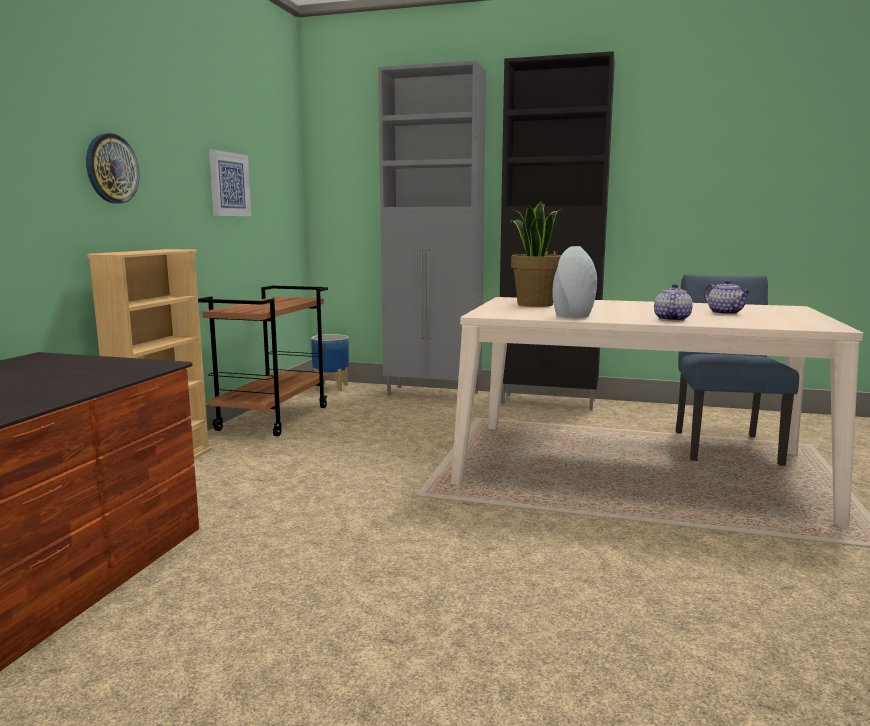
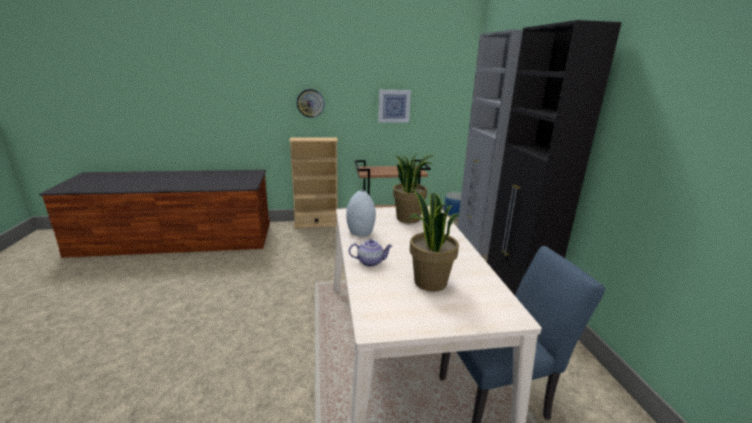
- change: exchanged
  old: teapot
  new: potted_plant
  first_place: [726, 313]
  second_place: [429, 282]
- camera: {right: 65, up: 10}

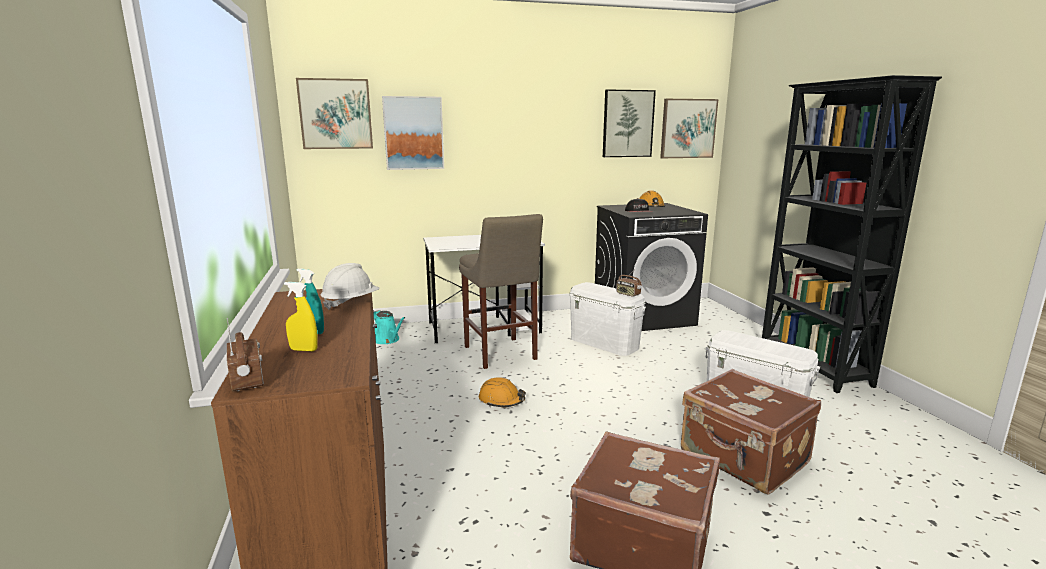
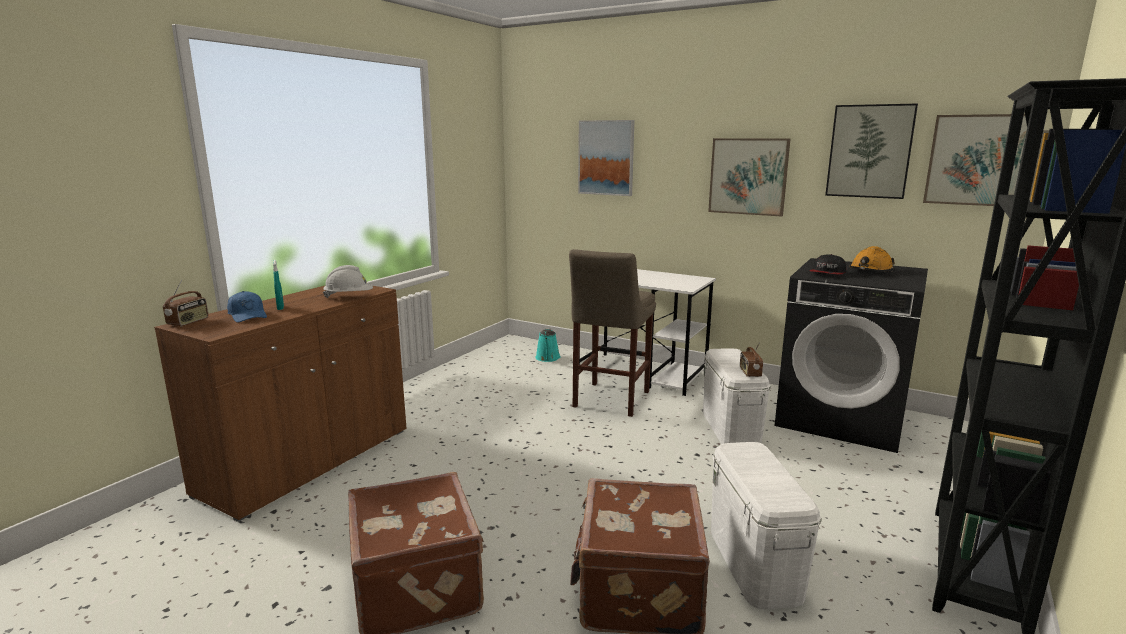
- change: missing
  old: orange_hard_hat
  first_place: [501, 400]
- change: relocated
  old: picture
  first_place: [335, 114]
  second_place: [748, 176]
- change: exchanged
  old: yellow_spray_bottle
  new: blue_cap
  first_place: [304, 350]
  second_place: [248, 315]
- camera: {right: 45, up: 0}

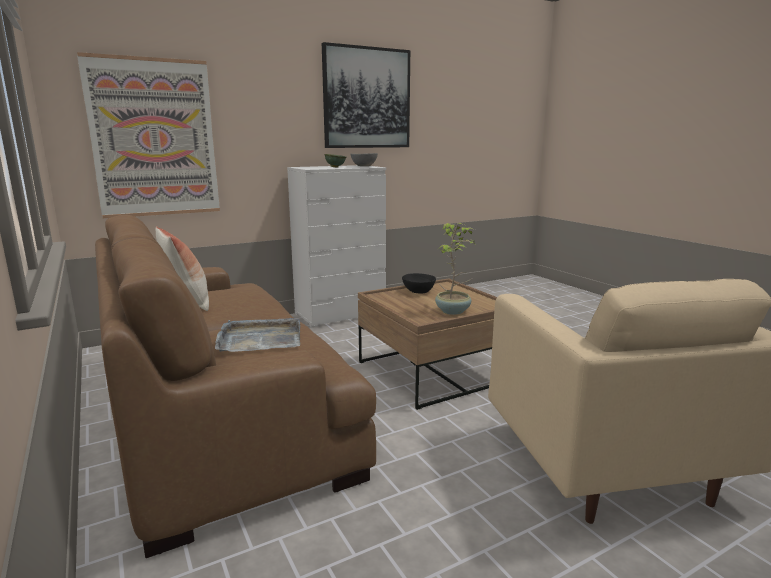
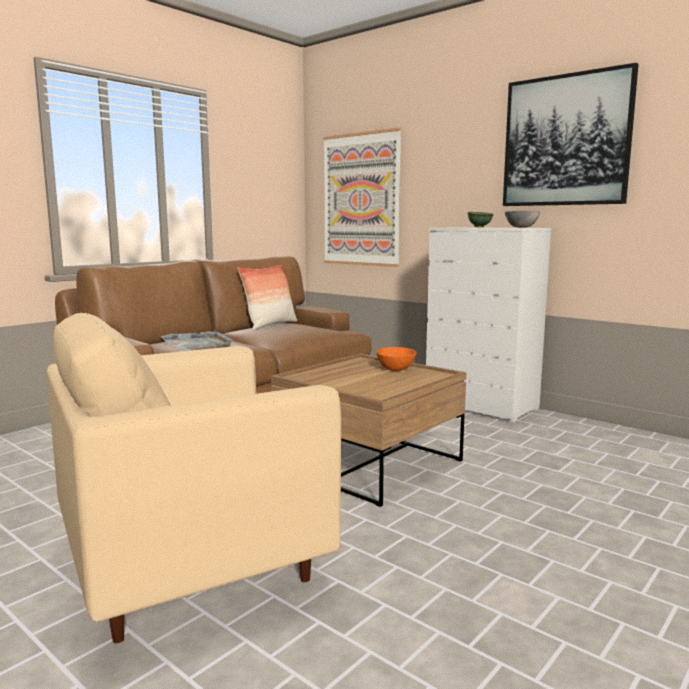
- change: missing
  old: potted_plant
  first_place: [453, 311]
- change: colour
  old: black_bowl
  new: orange_bowl
  first_place: [418, 292]
  second_place: [396, 369]
- camera: {right: 70, up: -5}

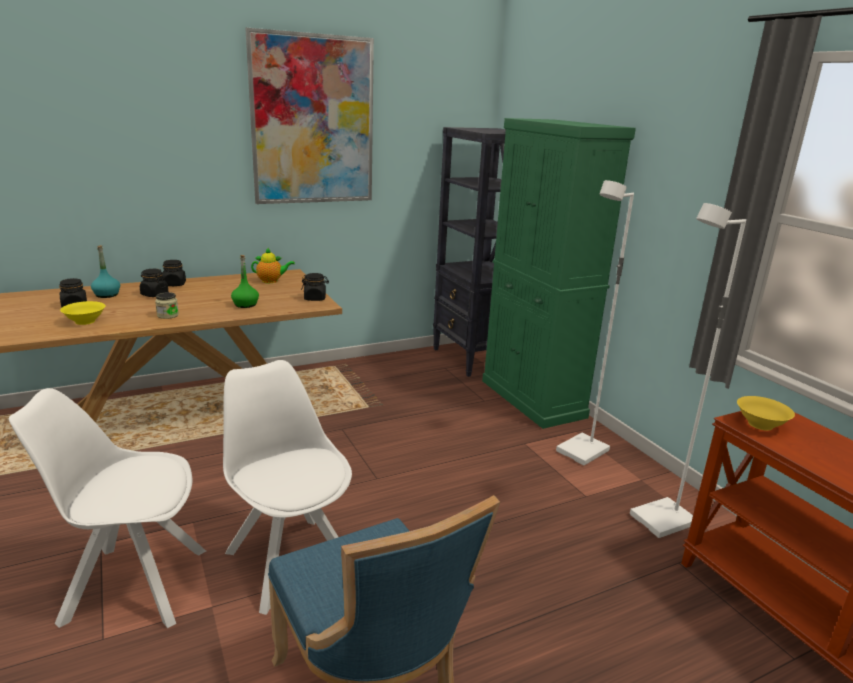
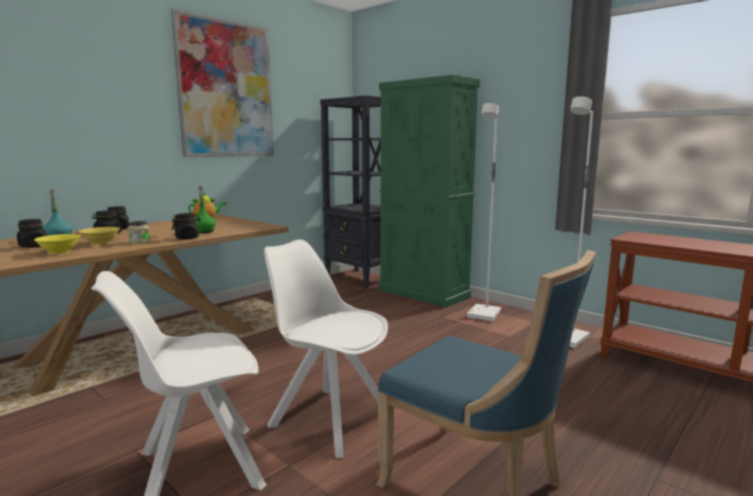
- change: relocated
  old: black_jar
  first_place: [315, 298]
  second_place: [187, 238]
- change: relocated
  old: yellow_bowl
  first_place: [759, 424]
  second_place: [100, 243]
- camera: {right: -20, up: -10}

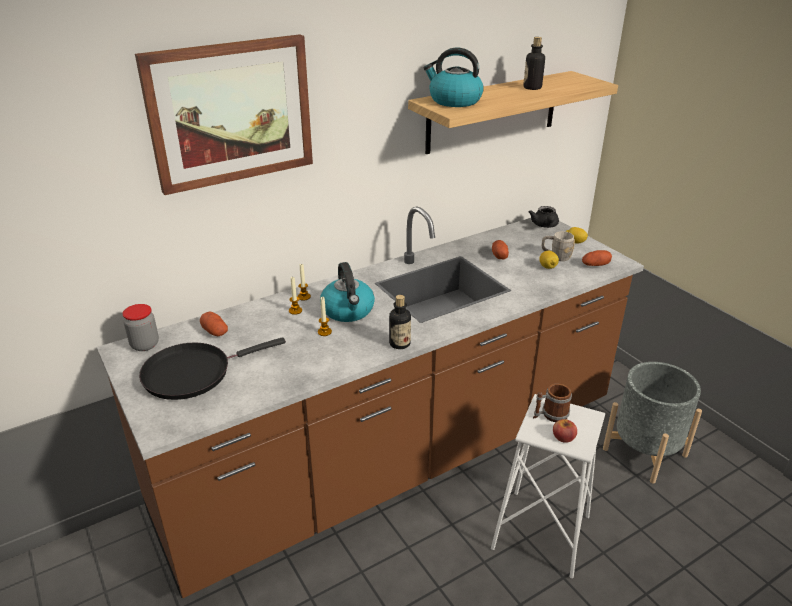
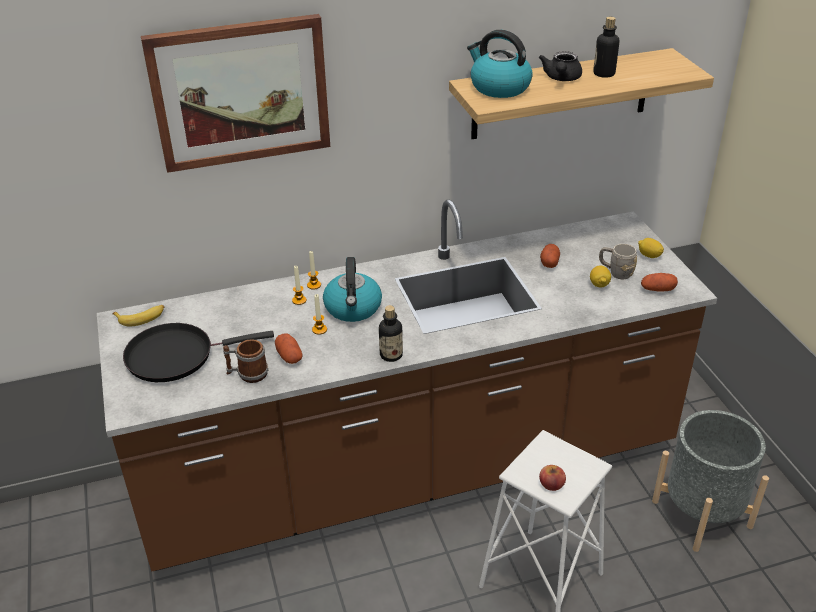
- change: relocated
  old: potato
  first_place: [215, 331]
  second_place: [289, 356]
- change: relocated
  old: black_teapot
  first_place: [545, 225]
  second_place: [561, 79]
- change: relocated
  old: mug
  first_place: [550, 415]
  second_place: [247, 374]
- change: exchanged
  old: jar
  new: banana
  first_place: [145, 345]
  second_place: [141, 317]
- camera: {right: 15, up: 5}

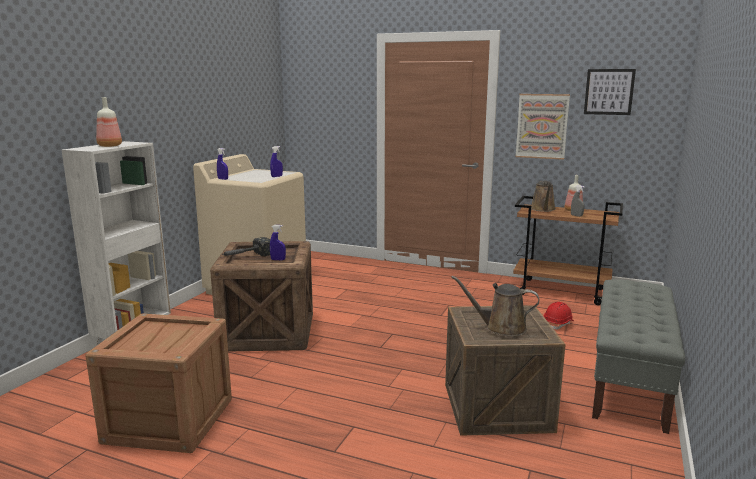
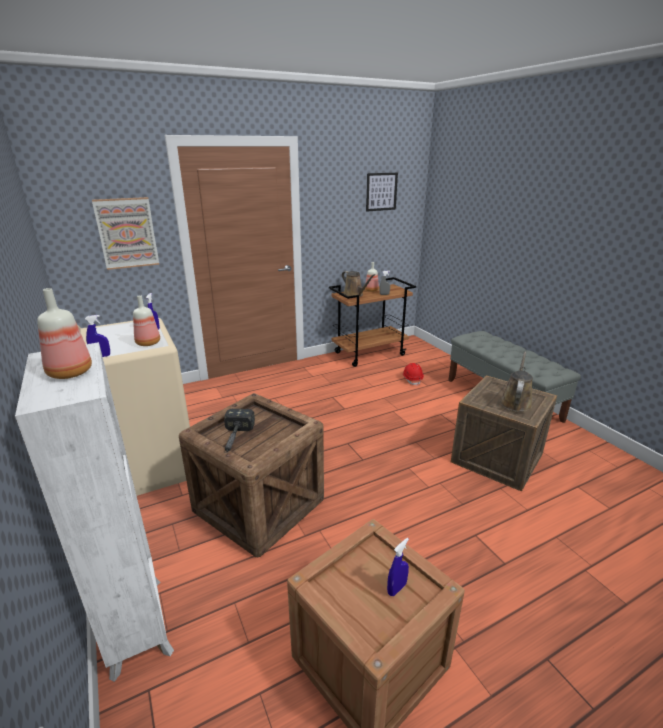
- change: appeared
  new: bottle
  second_place: [147, 343]
- change: relocated
  old: blue_spray_bottle
  first_place: [278, 259]
  second_place: [396, 588]
- change: relocated
  old: picture
  first_place: [542, 126]
  second_place: [127, 233]
- change: spun
  old: brown_watering_can
  first_place: [501, 328]
  second_place: [515, 402]
  degrees: 150
- camera: {right: -50, up: 10}

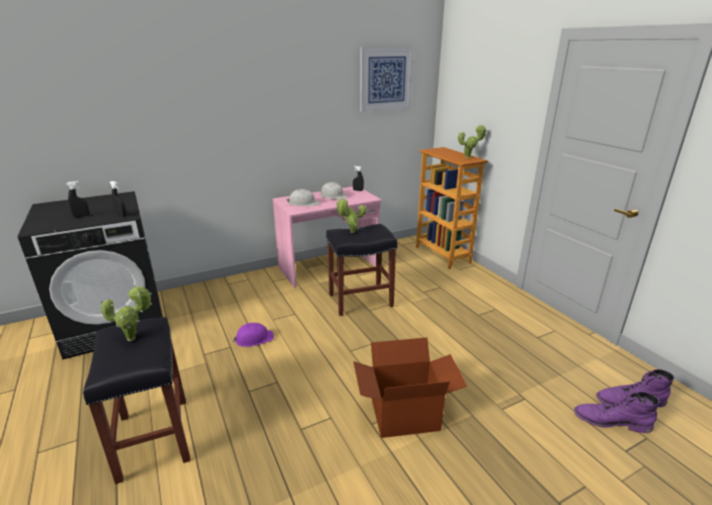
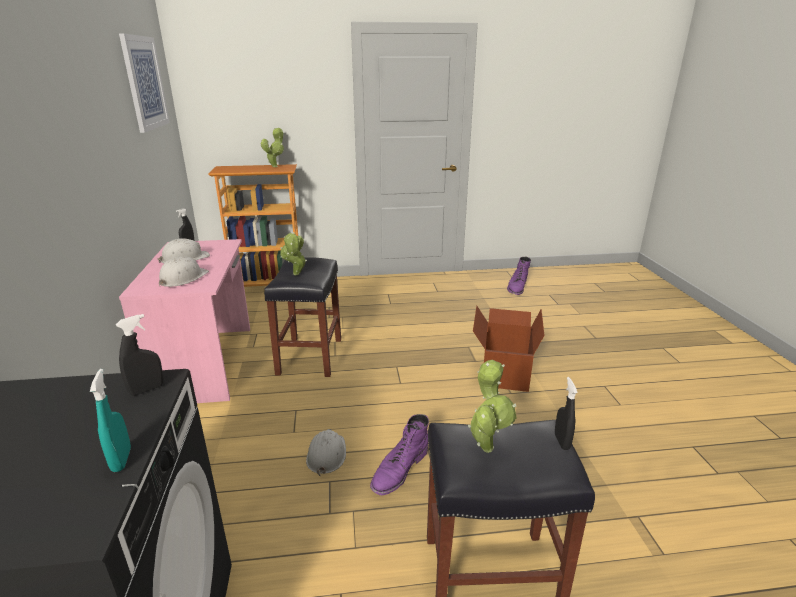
- change: appeared
  new: turquoise_spray_bottle
  second_place: [121, 460]
- change: relocated
  old: black_spray_bottle
  first_place: [81, 216]
  second_place: [561, 441]
- change: relocated
  old: purple_boot
  first_place: [611, 421]
  second_place: [399, 469]
- change: colour
  old: purple_hard_hat
  new: white_hard_hat
  first_place: [254, 338]
  second_place: [326, 455]
- camera: {right: -70, up: 0}

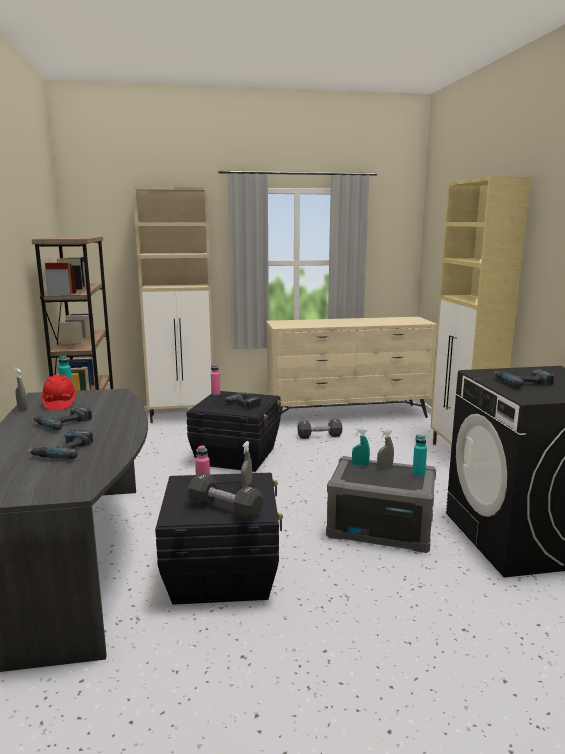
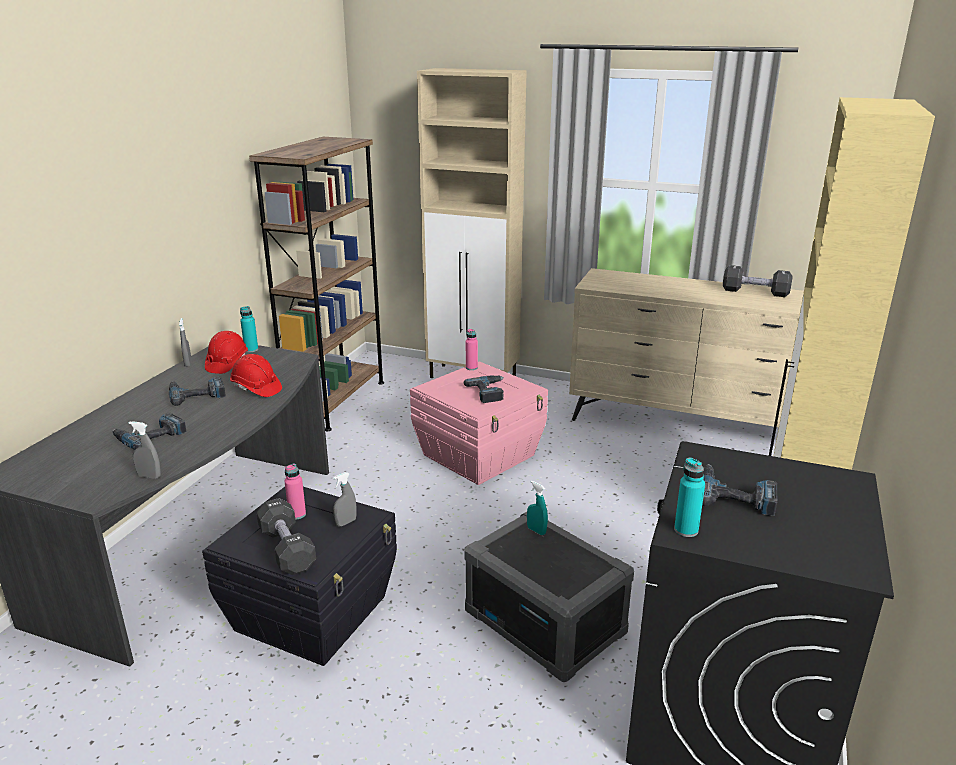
- change: appeared
  new: red_hard_hat
  second_place: [256, 388]
- change: relocated
  old: black_dumbbell
  first_place: [319, 436]
  second_place: [755, 292]
- change: relocated
  old: grey_spray_bottle
  first_place: [385, 466]
  second_place: [149, 476]
- change: relocated
  old: turquoise_bottle
  first_place: [418, 474]
  second_place: [686, 530]
- change: colour
  old: black_storage_box
  new: pink_storage_box
  first_place: [237, 456]
  second_place: [480, 455]
- camera: {right: 30, up: 10}

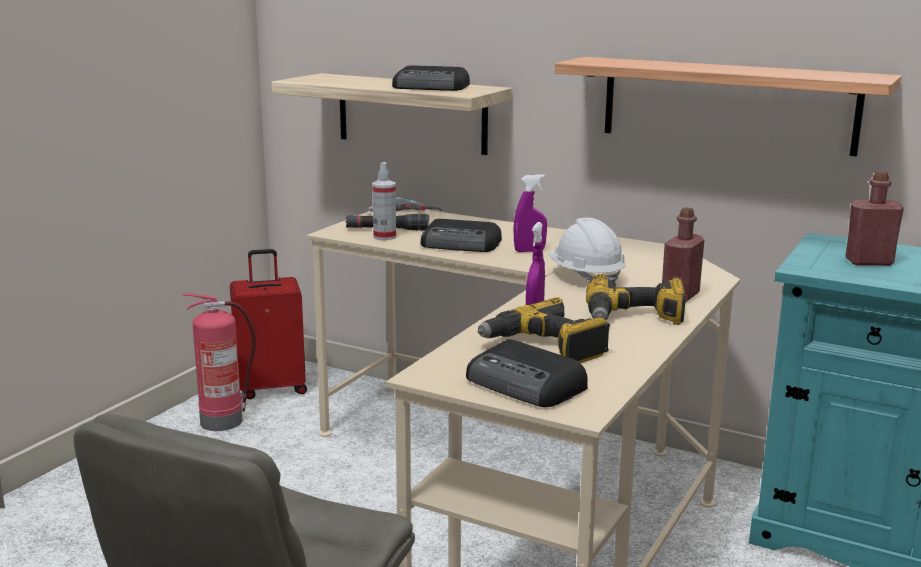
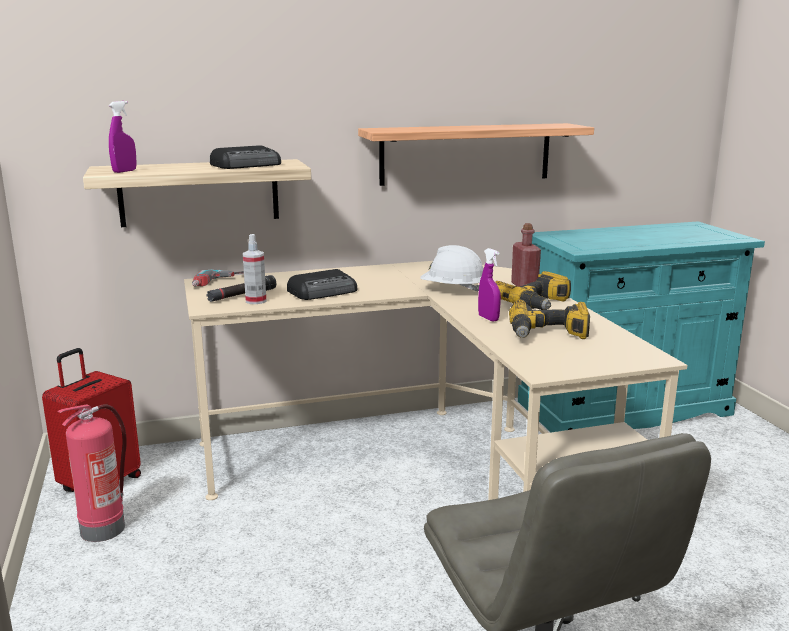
- change: missing
  old: radio
  first_place: [526, 385]
- change: missing
  old: red_bottle
  first_place: [869, 262]
- change: relocated
  old: purple_spray_bottle
  first_place: [529, 251]
  second_place: [124, 171]
- camera: {right: -45, up: 0}

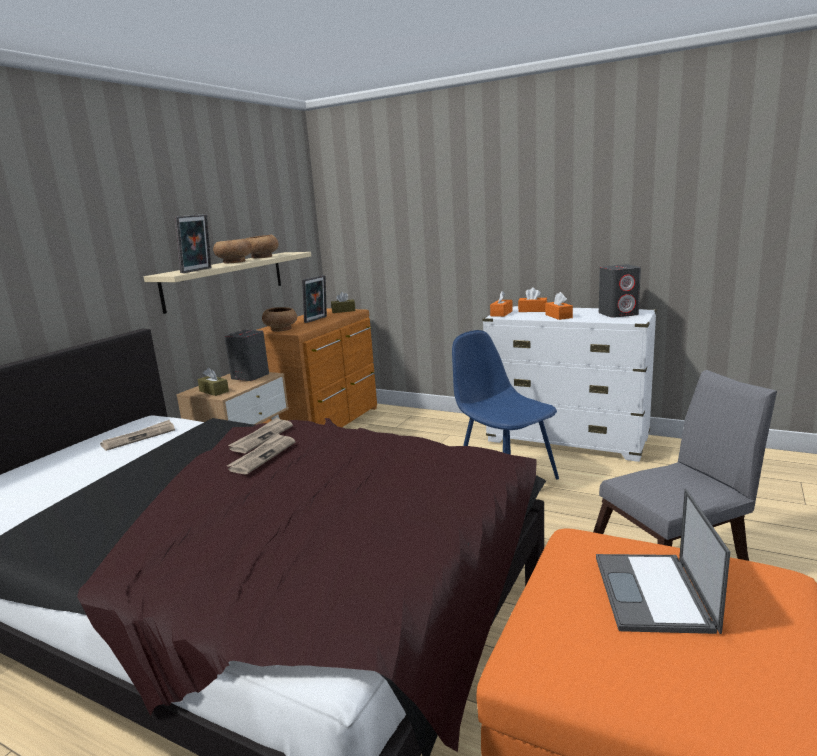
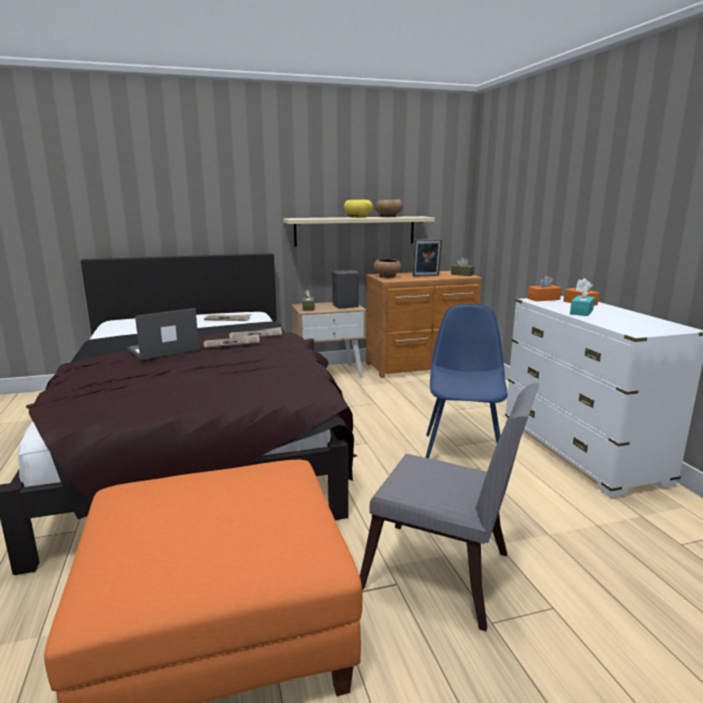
- change: missing
  old: picture_frame
  first_place: [198, 270]
- change: missing
  old: grey_speaker
  first_place: [618, 314]
- change: relocated
  old: laptop
  first_place: [654, 593]
  second_place: [162, 350]
- change: colour
  old: brown_bowl
  new: yellow_bowl
  first_place: [234, 262]
  second_place: [357, 217]
- change: colour
  old: orange_tissue_box
  new: turquoise_tissue_box
  first_place: [558, 316]
  second_place: [581, 312]
- camera: {right: 45, up: 0}

